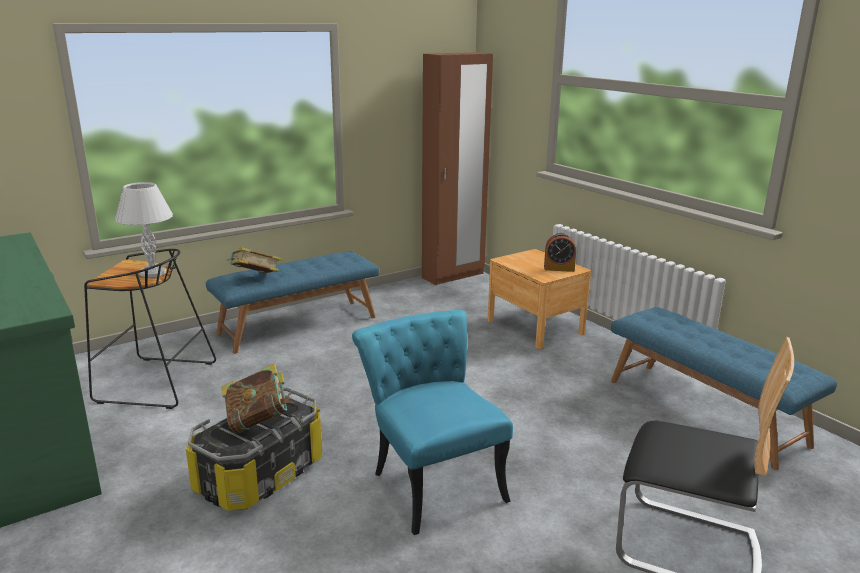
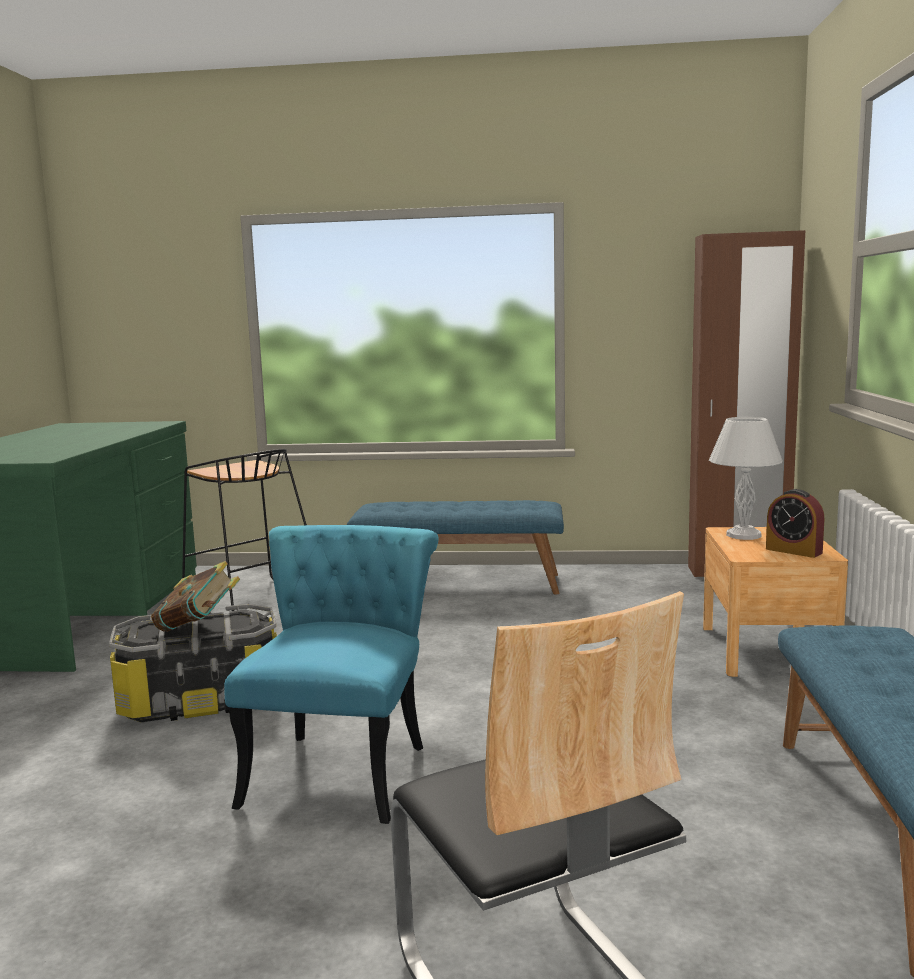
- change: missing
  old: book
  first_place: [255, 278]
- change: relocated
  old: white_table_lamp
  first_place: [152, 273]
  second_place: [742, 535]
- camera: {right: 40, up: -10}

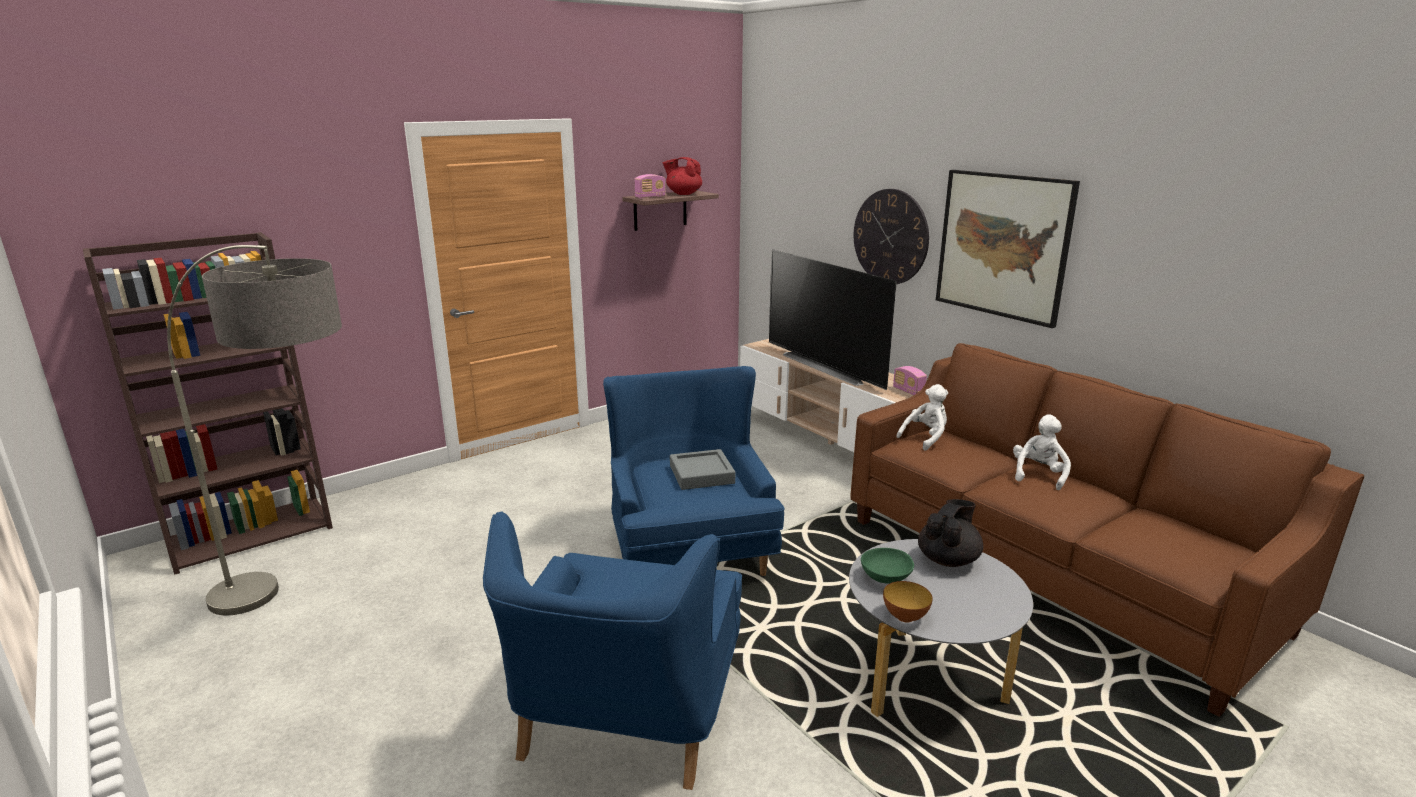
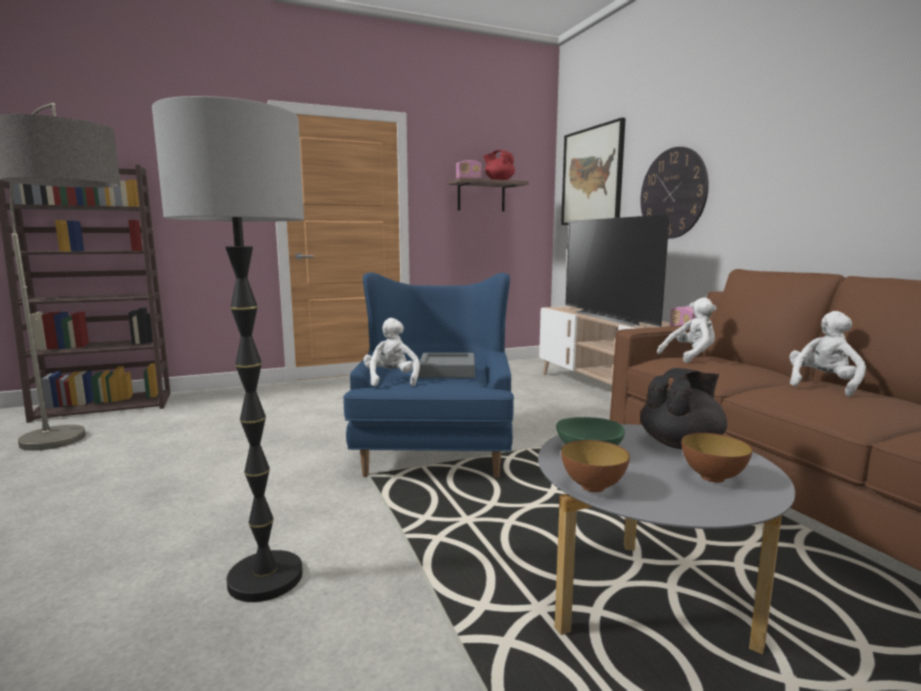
- change: appeared
  new: white_plush_toy
  second_place: [392, 380]
- change: appeared
  new: bowl
  second_place: [712, 477]
- change: relocated
  old: picture
  first_place: [1003, 245]
  second_place: [592, 176]
- change: exchanged
  old: blue_armchair
  new: floor_lamp
  first_place: [625, 715]
  second_place: [265, 578]
- camera: {right: 15, up: -10}

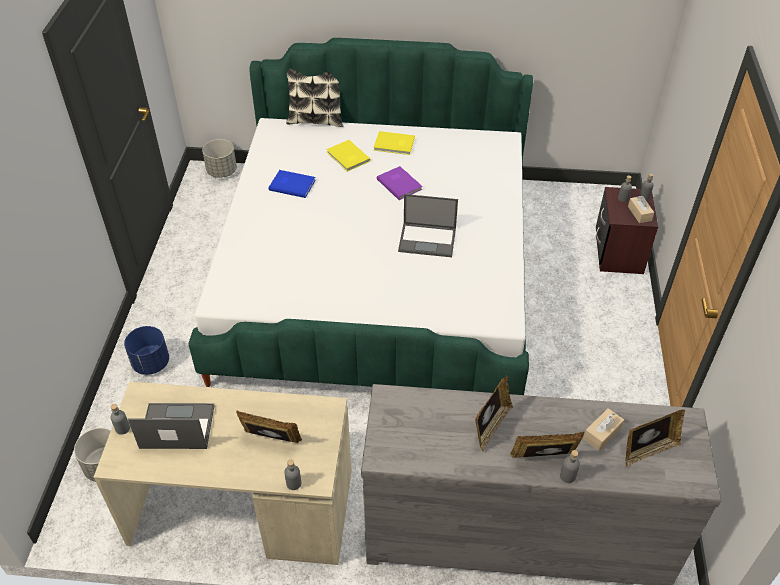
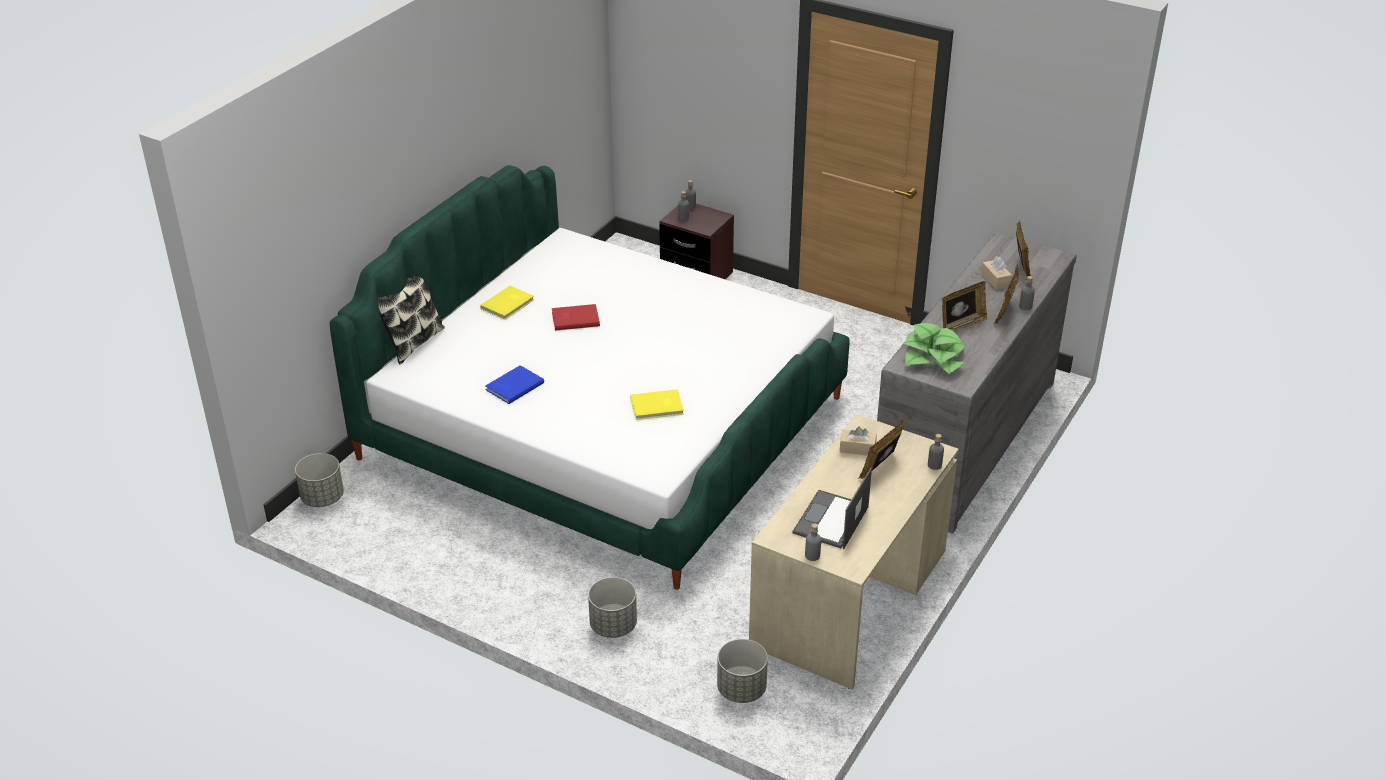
- change: missing
  old: laptop
  first_place: [428, 240]
- change: appeared
  new: potted_plant
  second_place: [933, 357]
- change: relocated
  old: yellow_book
  first_place: [347, 157]
  second_place: [658, 407]
- change: relocated
  old: beige_tissue_box
  first_place: [639, 213]
  second_place: [857, 448]
- change: colour
  old: blue_planter
  new: grey_planter
  first_place: [151, 363]
  second_place: [613, 626]
- change: colour
  old: purple_book
  new: red_book
  first_place: [399, 183]
  second_place: [574, 318]
- change: spun
  old: picture_frame
  first_place: [491, 426]
  second_place: [961, 325]
  degrees: 90
- camera: {right: -65, up: -10}

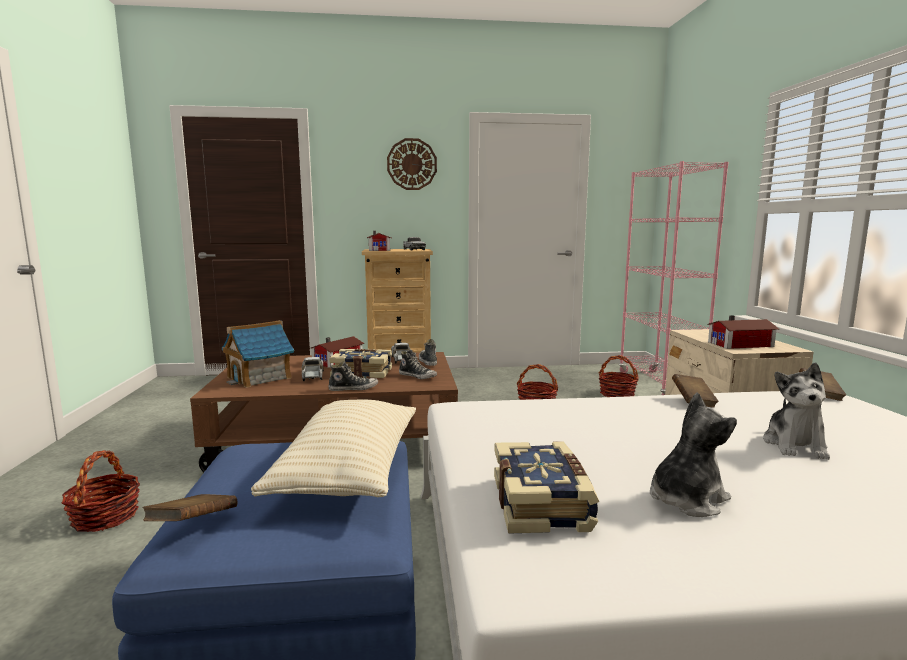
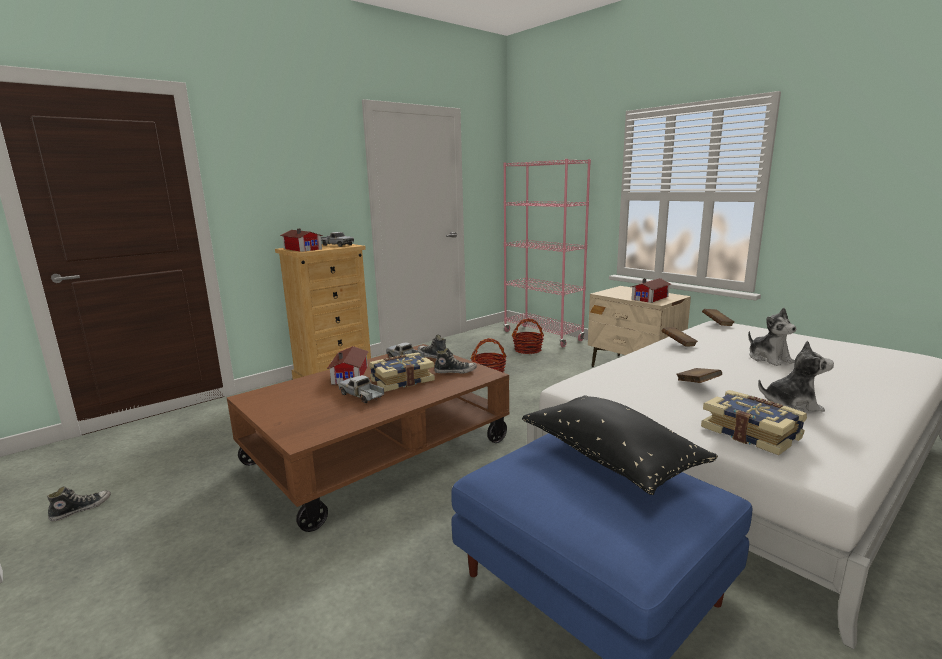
- change: missing
  old: basket
  first_place: [105, 517]
- change: missing
  old: toy_house
  first_place: [259, 377]
- change: missing
  old: wall_clock
  first_place: [412, 164]
- change: relocated
  old: brown_book
  first_place: [193, 525]
  second_place: [697, 384]
- change: relocated
  old: shoe
  first_place: [353, 388]
  second_place: [81, 509]
- change: colour
  old: beige_pillow
  new: black_pillow
  first_place: [349, 471]
  second_place: [610, 459]
- change: spun
  old: plush_toy
  first_place: [686, 499]
  second_place: [791, 405]
  degrees: 75
- camera: {right: -35, up: 5}

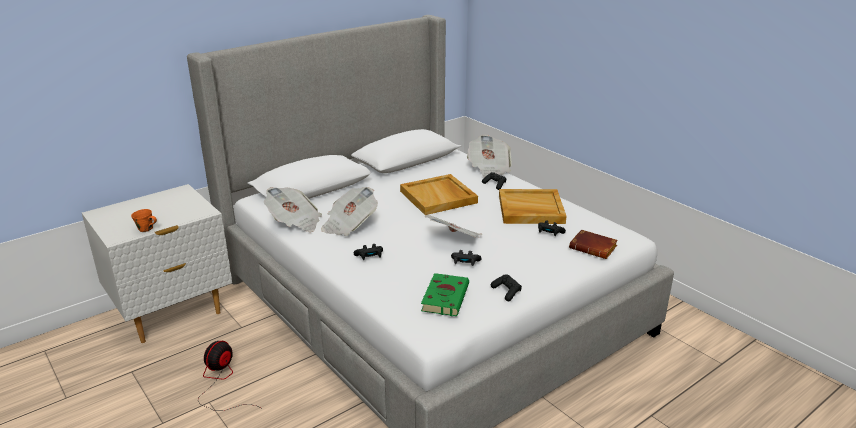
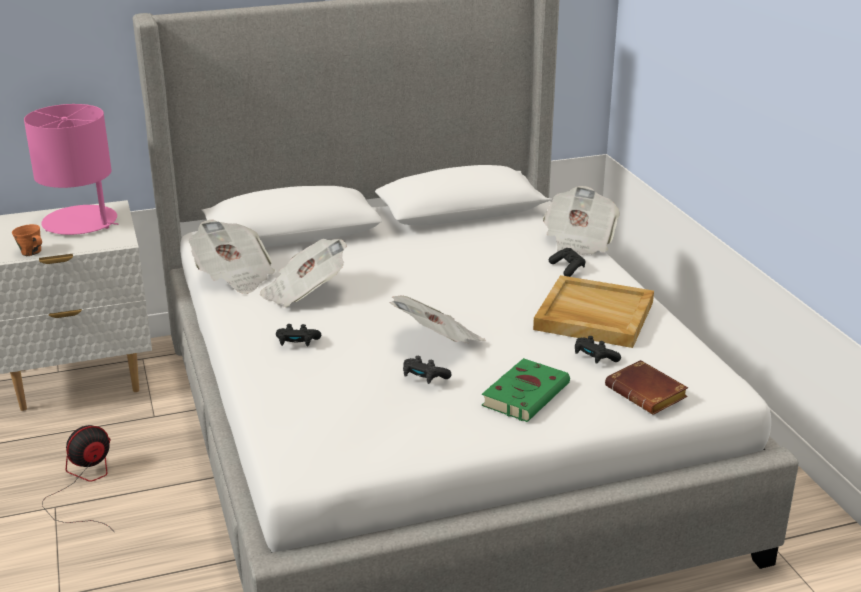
- change: missing
  old: beige_tray
  first_place: [439, 197]
- change: missing
  old: black_game_controller
  first_place: [506, 292]
- change: appeared
  new: pink_table_lamp
  second_place: [81, 222]
- change: relocated
  old: green_book
  first_place: [445, 297]
  second_place: [526, 394]
- camera: {right: 20, up: 0}

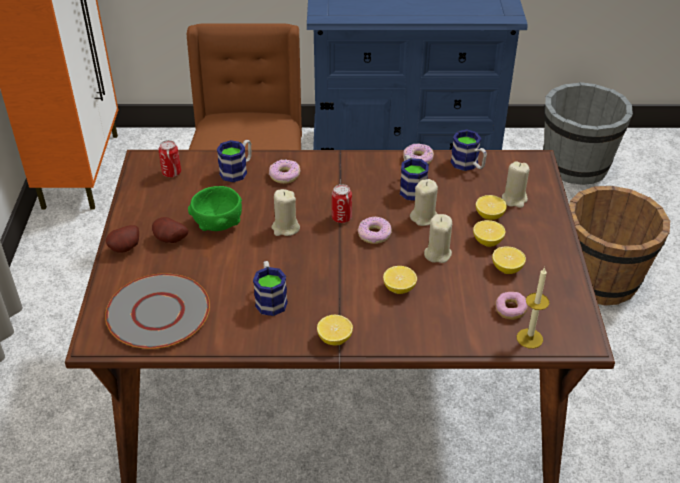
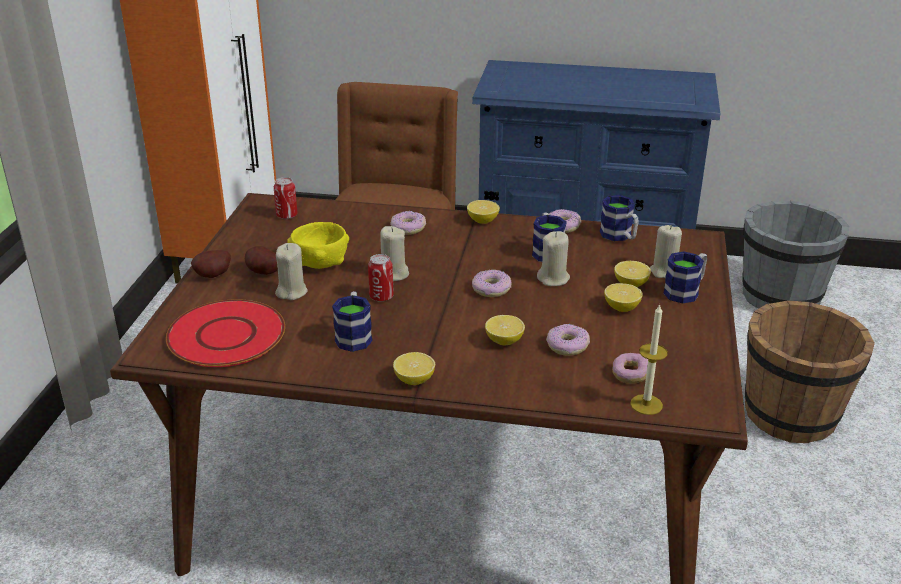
- change: appeared
  new: donut
  second_place: [567, 345]
- change: relocated
  old: mug
  first_place: [237, 170]
  second_place: [686, 291]
- change: relocated
  old: can
  first_place: [341, 218]
  second_place: [381, 297]
- change: relocated
  old: beige_candle
  first_place: [437, 254]
  second_place: [291, 292]
- change: relocated
  old: lemon
  first_place: [507, 268]
  second_place: [482, 221]
- change: colour
  old: grey_plate
  new: red_plate
  first_place: [158, 313]
  second_place: [226, 336]
- change: colour
  old: green_bowl
  new: yellow_bowl
  first_place: [218, 224]
  second_place: [320, 263]
- camera: {right: 10, up: -10}

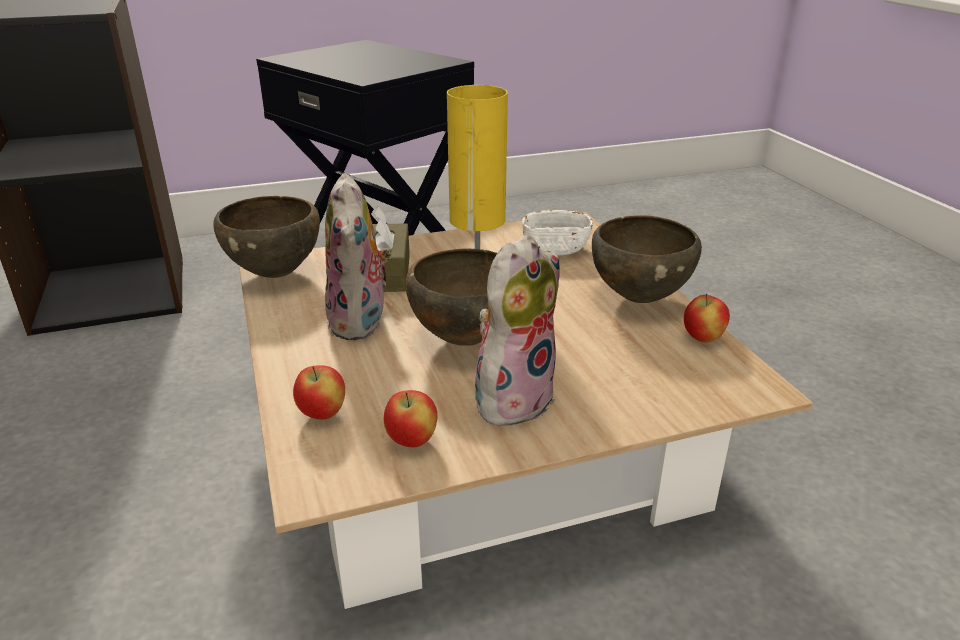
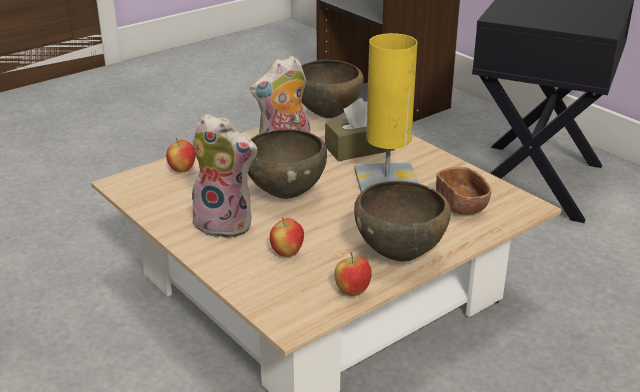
- change: relocated
  old: apple
  first_place: [412, 441]
  second_place: [287, 253]
- change: colour
  old: white_bowl
  new: brown_bowl
  first_place: [556, 249]
  second_place: [461, 206]
- camera: {right: 70, up: 0}

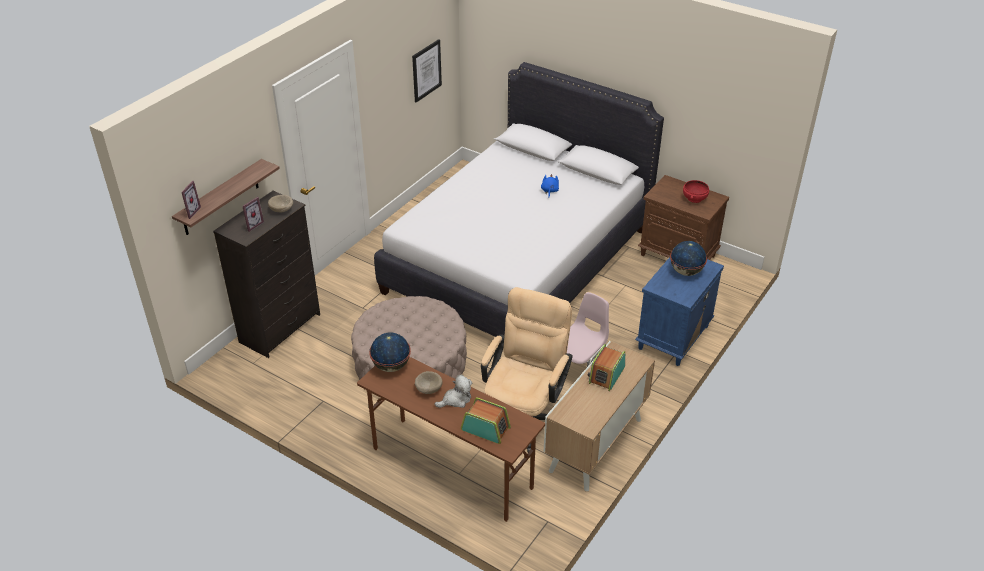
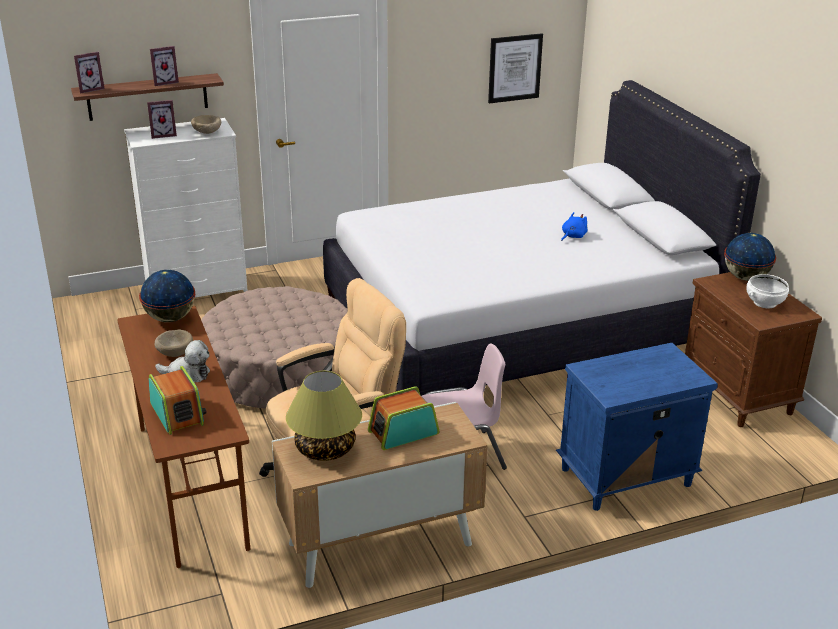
- change: appeared
  new: picture_frame
  second_place: [164, 82]
- change: appeared
  new: table_lamp
  second_place: [325, 449]
- change: relocated
  old: globe
  first_place: [685, 271]
  second_place: [745, 277]
- change: colour
  old: black_dresser
  new: white_dresser
  first_place: [281, 328]
  second_place: [198, 291]
- change: colour
  old: red_bowl
  new: white_bowl
  first_place: [694, 198]
  second_place: [764, 302]
- camera: {right: 35, up: -10}

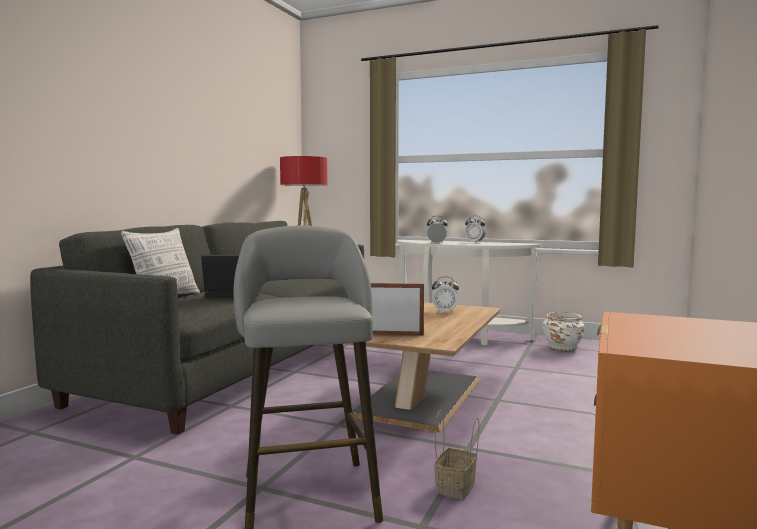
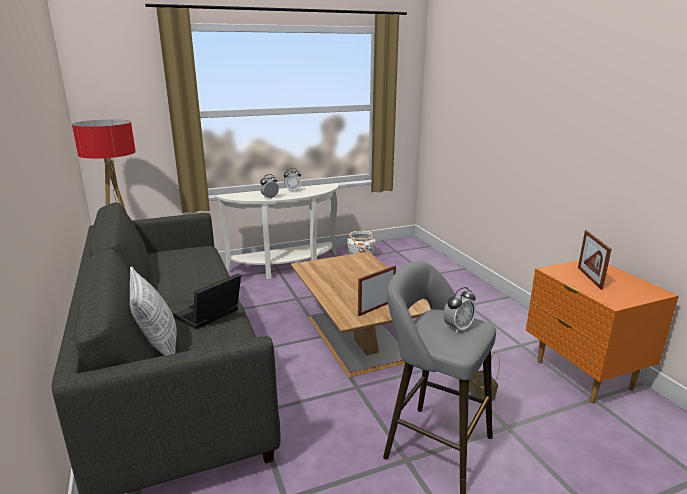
- change: appeared
  new: picture_frame
  second_place: [589, 278]
- change: relocated
  old: alarm_clock
  first_place: [445, 312]
  second_place: [458, 328]
- camera: {right: -45, up: 15}

